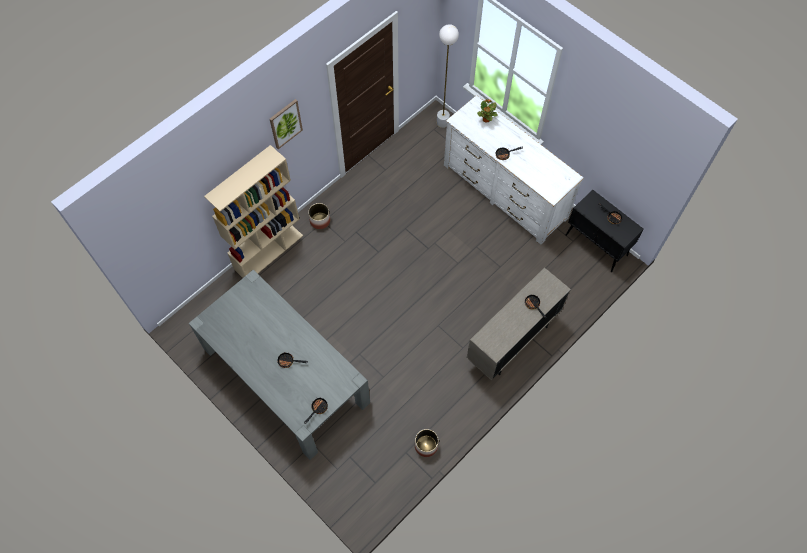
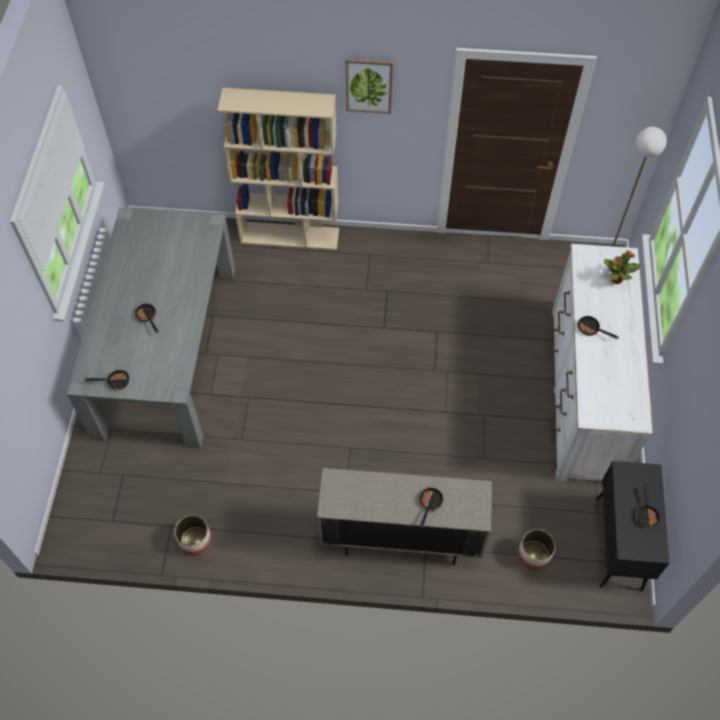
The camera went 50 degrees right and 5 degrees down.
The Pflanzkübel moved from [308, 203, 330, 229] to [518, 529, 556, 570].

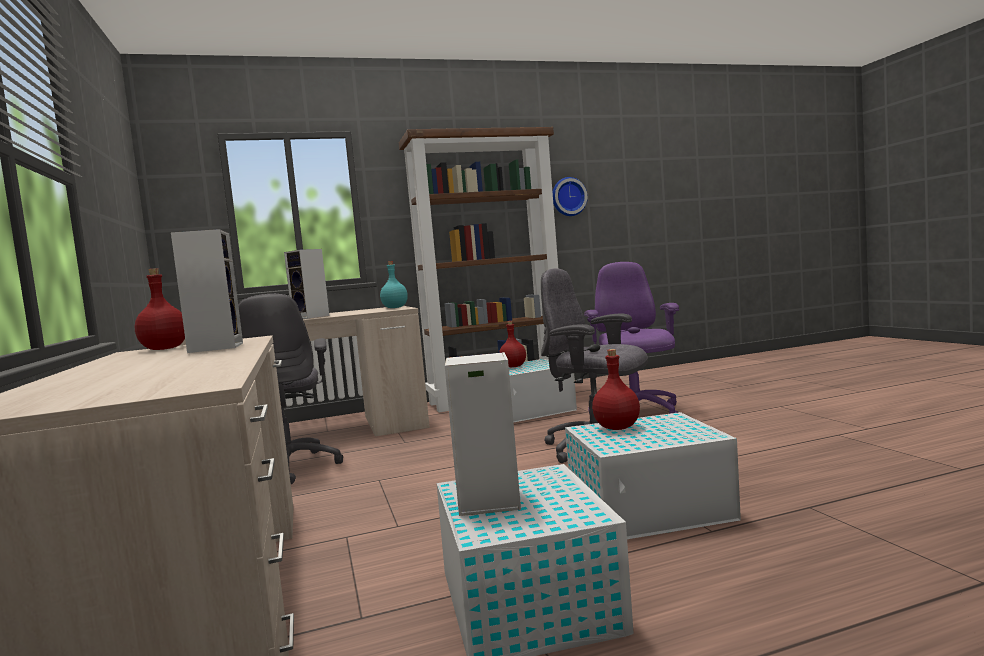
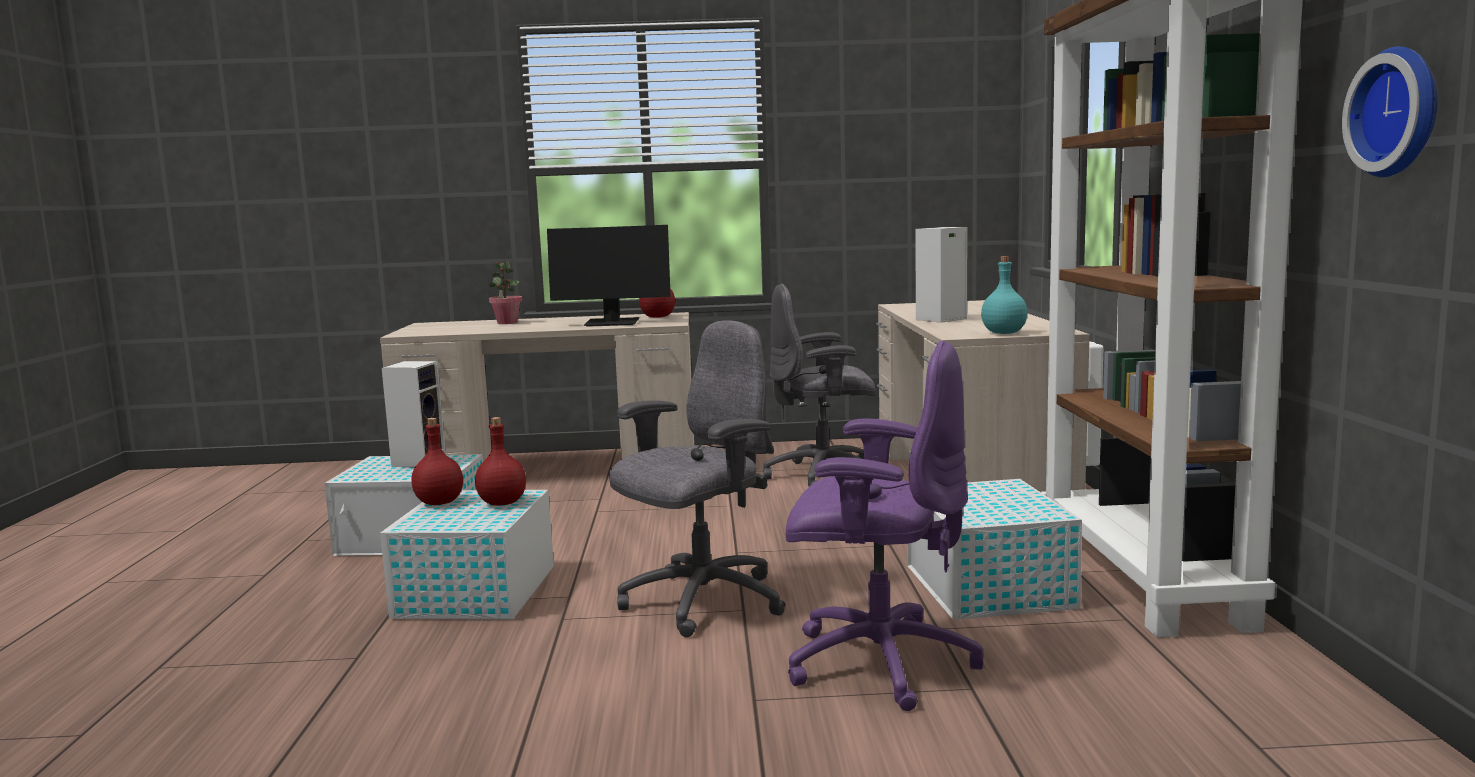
The camera went 105 degrees right and 5 degrees up.
The Topfpflanze at [488, 261, 522, 324] appeared.
The Flasche [rot] moved from [499, 321, 526, 367] to [411, 418, 463, 505].
The Lautsprecher at [171, 229, 243, 353] was replaced by the Monitor at [547, 225, 671, 327].

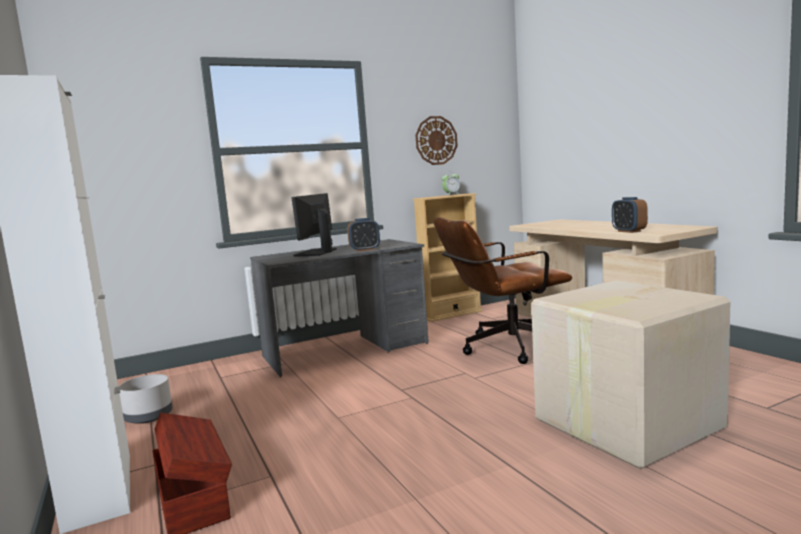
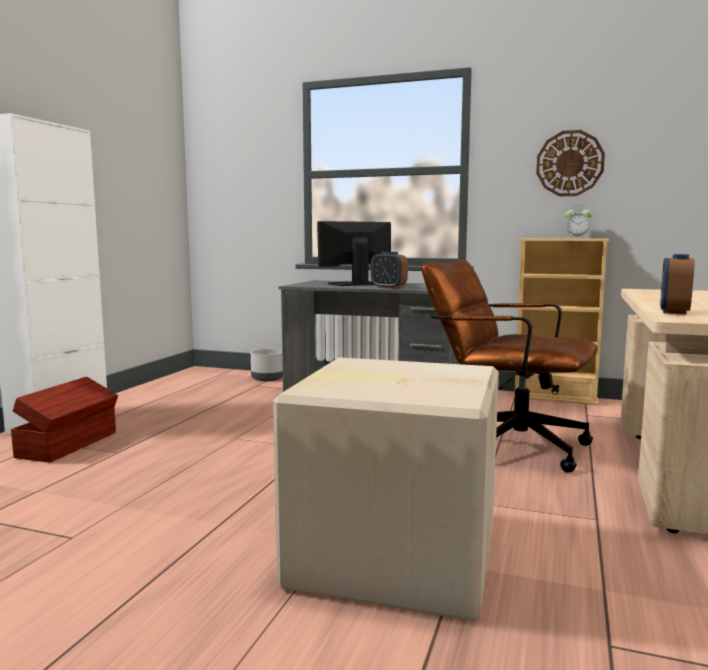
The camera went 45 degrees right and 0 degrees up.
The Pflanzkübel [grau] moved from [119, 374, 173, 424] to [251, 349, 283, 381].

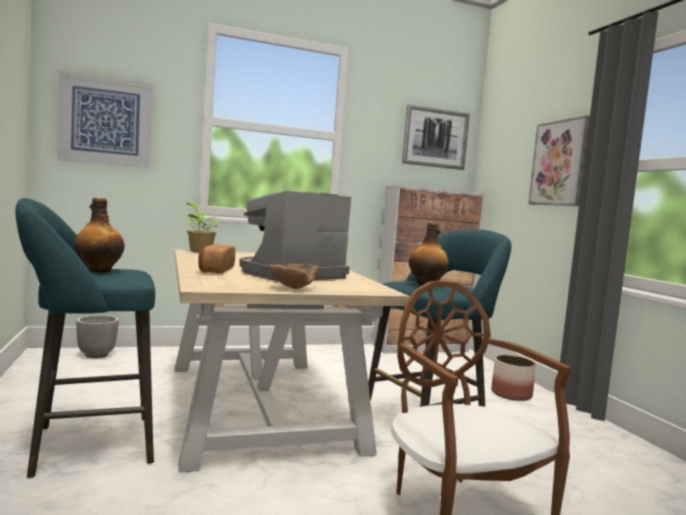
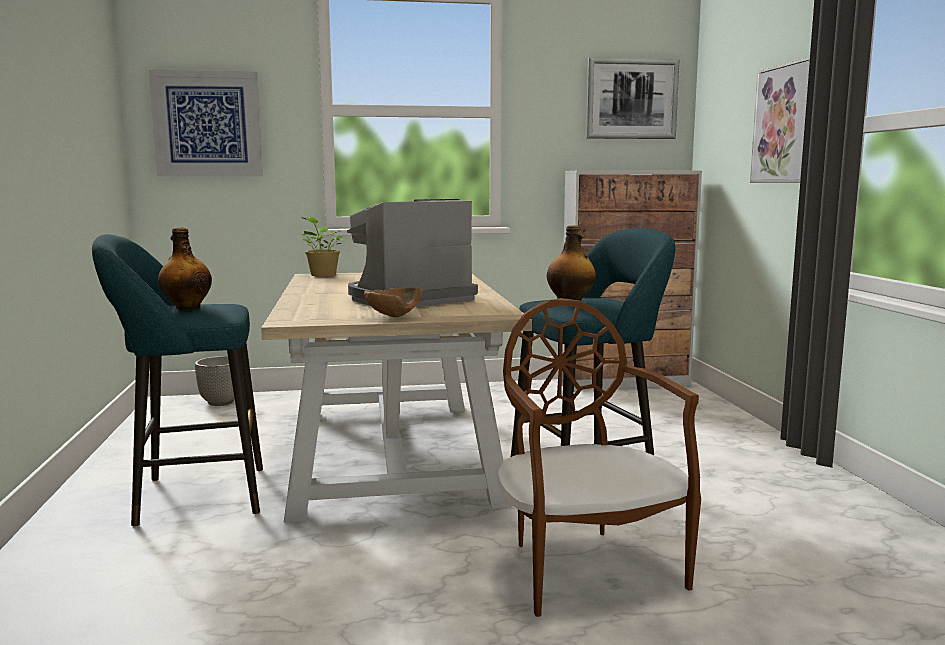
The camera went 10 degrees right and 5 degrees up.
The Brot at [198, 244, 235, 274] disappeared.
The Pflanzkübel at [491, 355, 536, 401] disappeared.

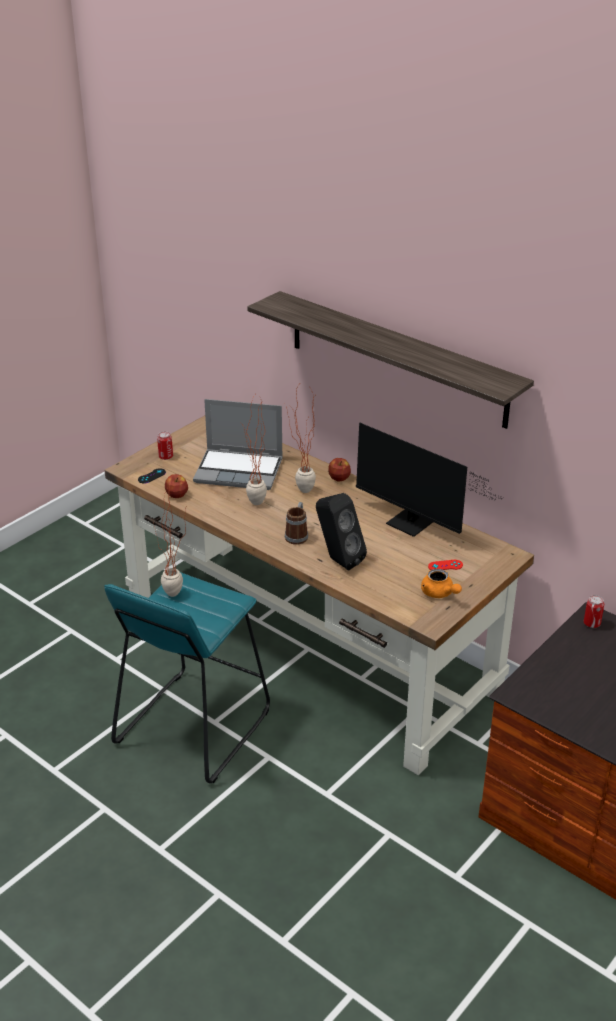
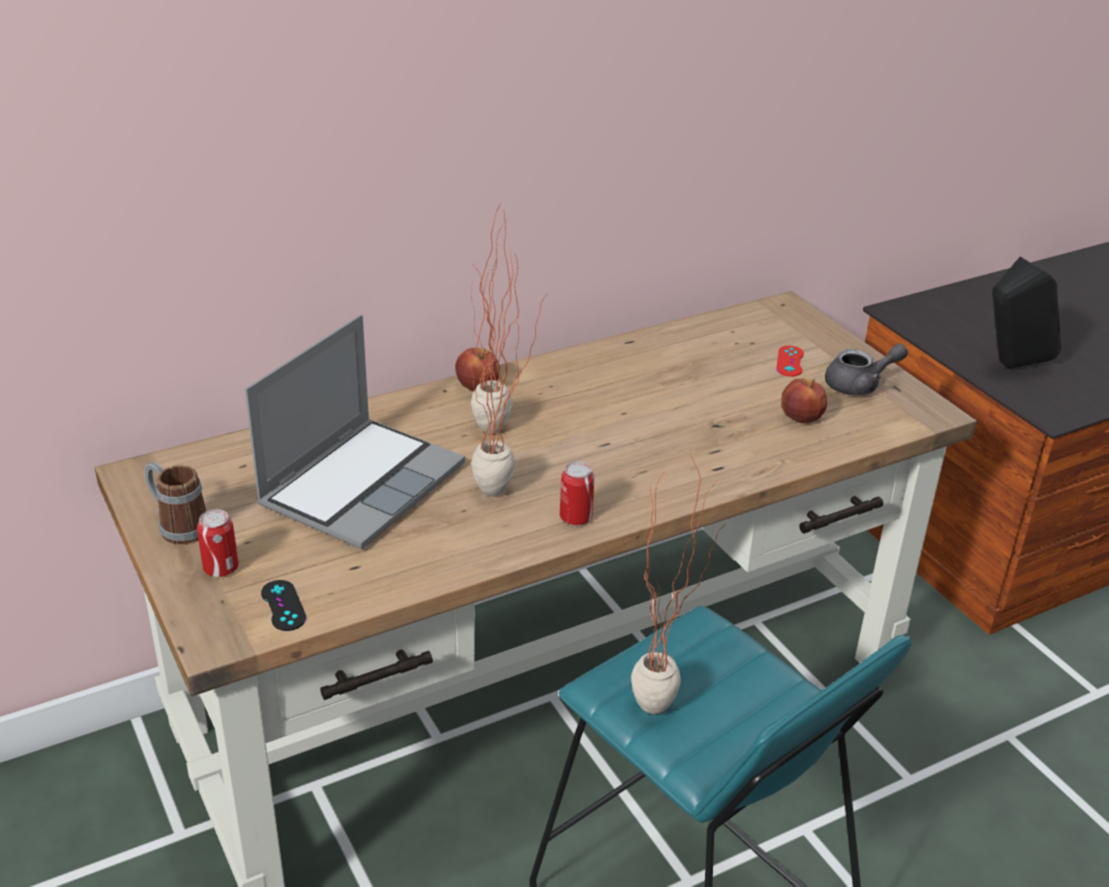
The camera went 70 degrees left and 0 degrees up.
The Wandregal at [247, 291, 534, 429] disappeared.
The Monitor at [356, 423, 503, 537] disappeared.
The Apfel moved from [165, 474, 188, 498] to [781, 379, 827, 423].
The Henkelbecher moved from [285, 502, 308, 545] to [144, 462, 206, 545].
The Lautsprecher [schwarz] moved from [316, 493, 367, 571] to [992, 257, 1061, 368].
The Dose moved from [584, 595, 604, 628] to [560, 461, 594, 525].
The Teekanne [orange] at [421, 569, 462, 598] became the Teekanne [grau] at [825, 343, 908, 395].

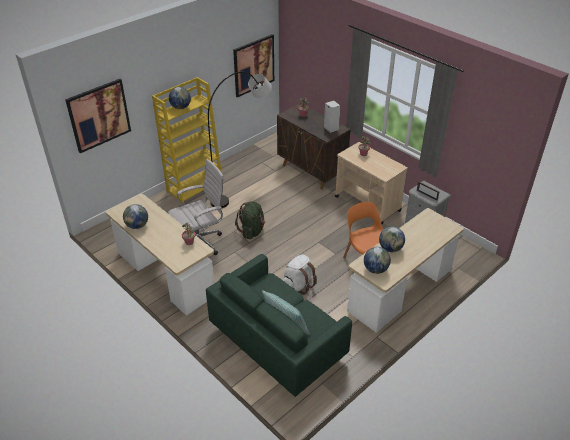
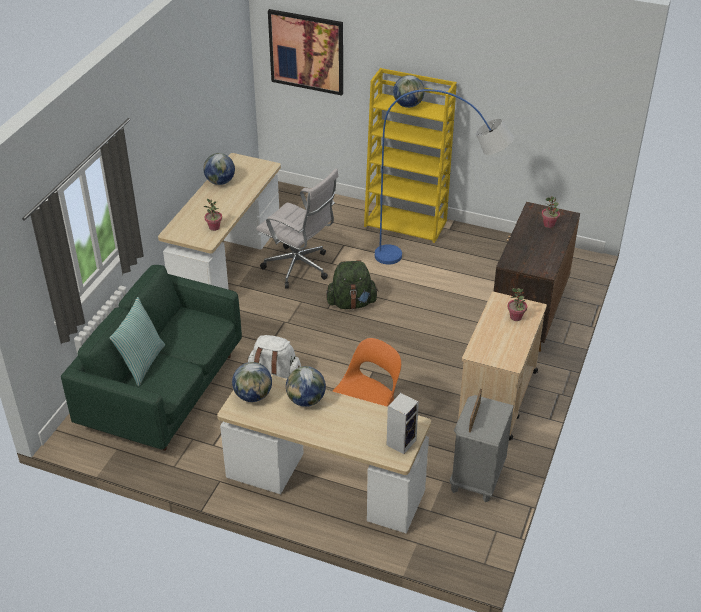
The camera went 65 degrees right and 0 degrees up.
The Bild at [233, 34, 274, 97] disappeared.
The Lautsprecher moved from [324, 101, 341, 133] to [387, 393, 419, 454].
The Stehlampe [grau] at [208, 72, 272, 208] became the Stehlampe [blau] at [375, 89, 514, 265].

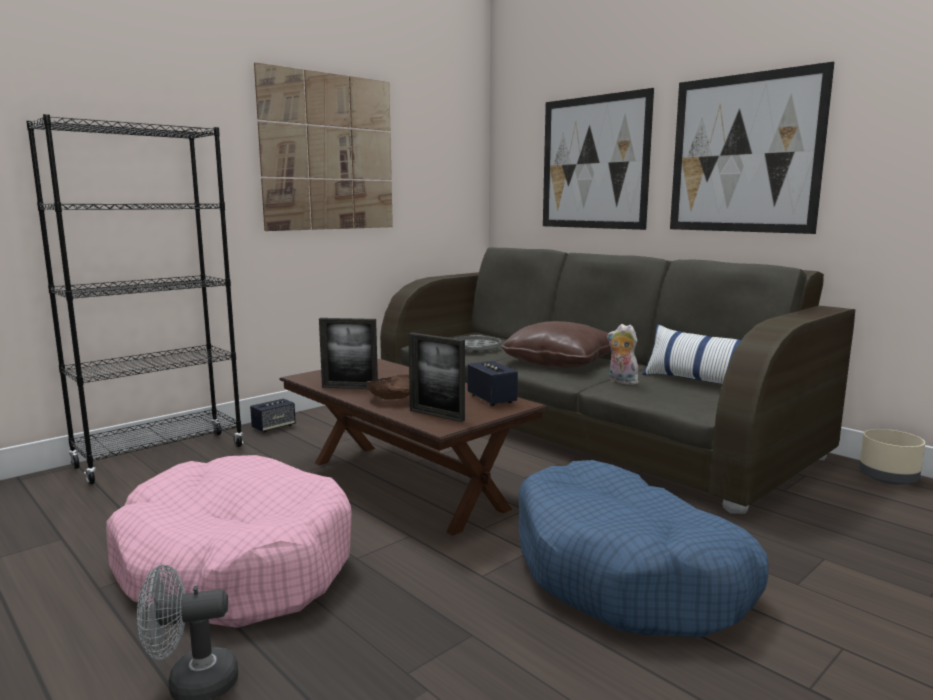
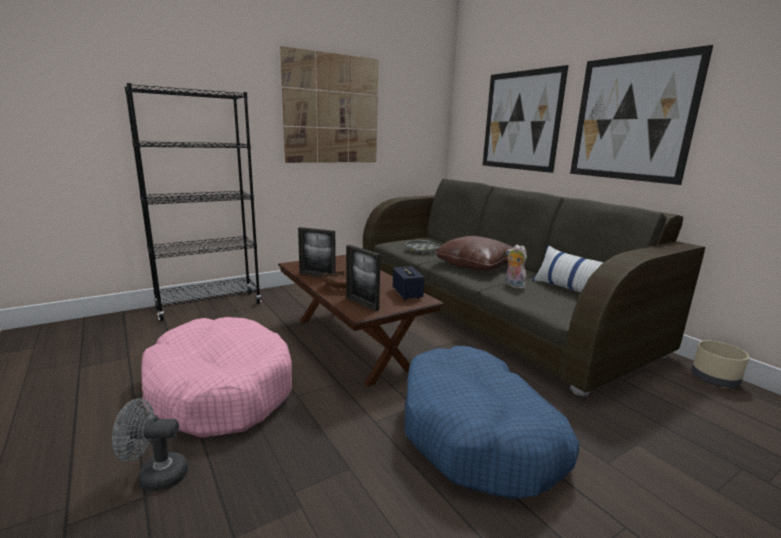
The camera went 10 degrees right and 5 degrees up.
The Lautsprecher at [250, 399, 296, 433] disappeared.

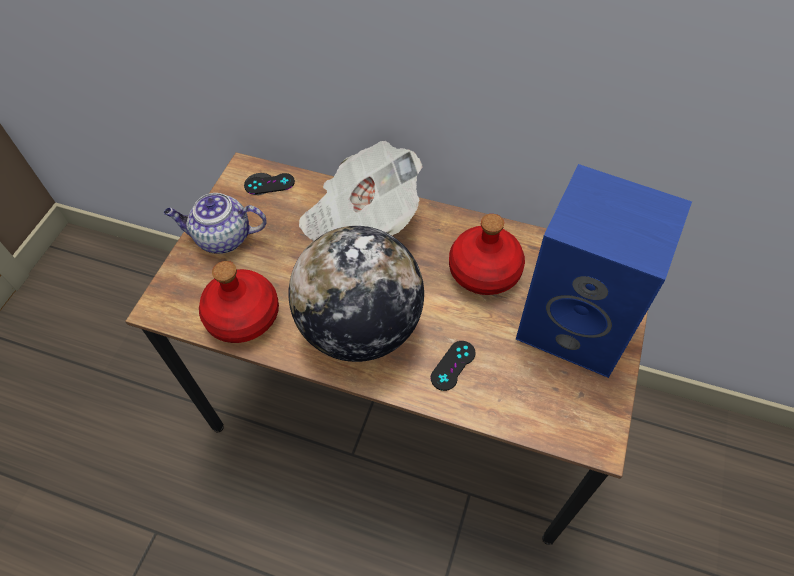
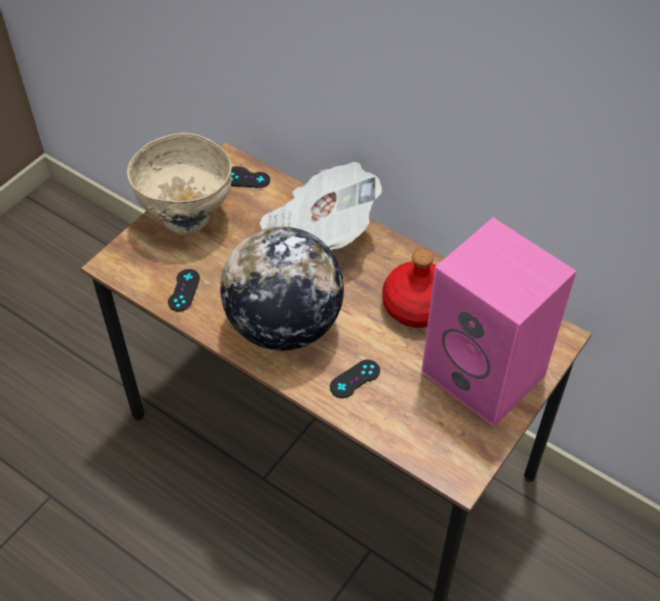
The camera went 15 degrees right and 5 degrees down.
The Teekanne at [164, 193, 267, 254] was replaced by the Schüssel [beige] at [127, 133, 232, 234].
The Flasche [rot] at [199, 261, 279, 343] was replaced by the Gamepad [schwarz] at [168, 269, 200, 312].
The Lautsprecher [blau] at [516, 164, 692, 378] became the Lautsprecher [rosa] at [422, 218, 576, 427].

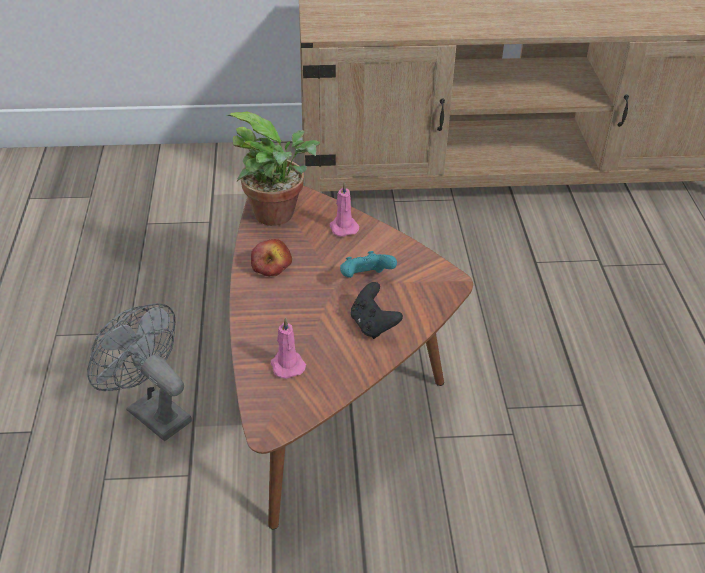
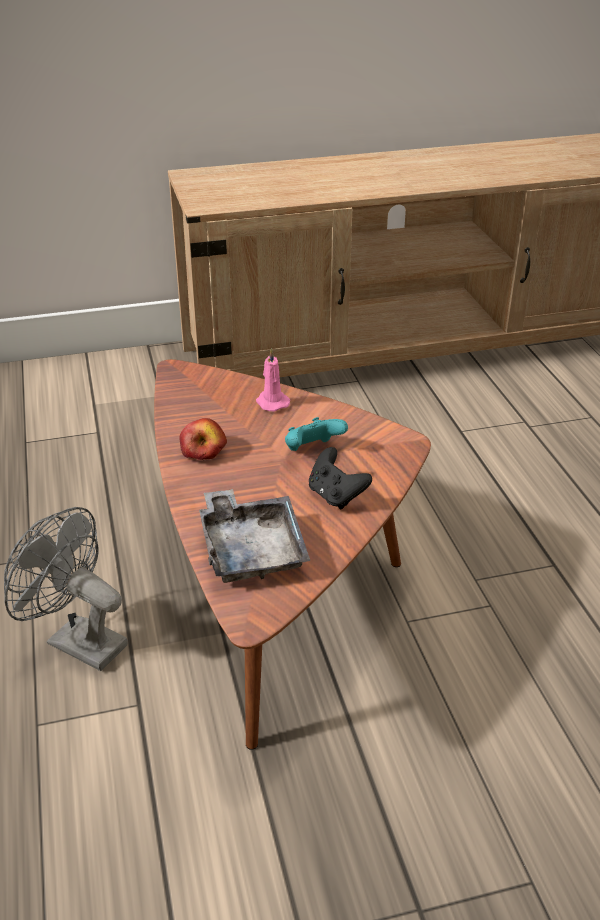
The camera went 10 degrees left and 5 degrees down.
The Topfpflanze at [226, 111, 320, 226] disappeared.
The Kerze [rosa] at [271, 317, 306, 379] was replaced by the Tablett [grau] at [199, 489, 311, 583].

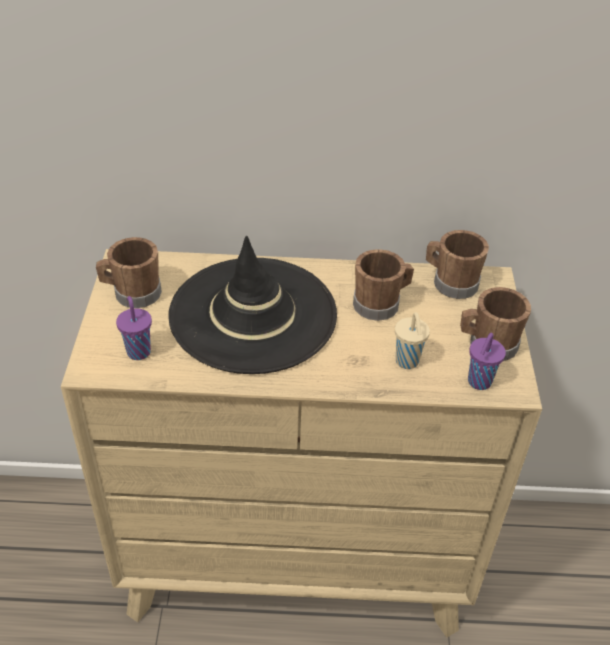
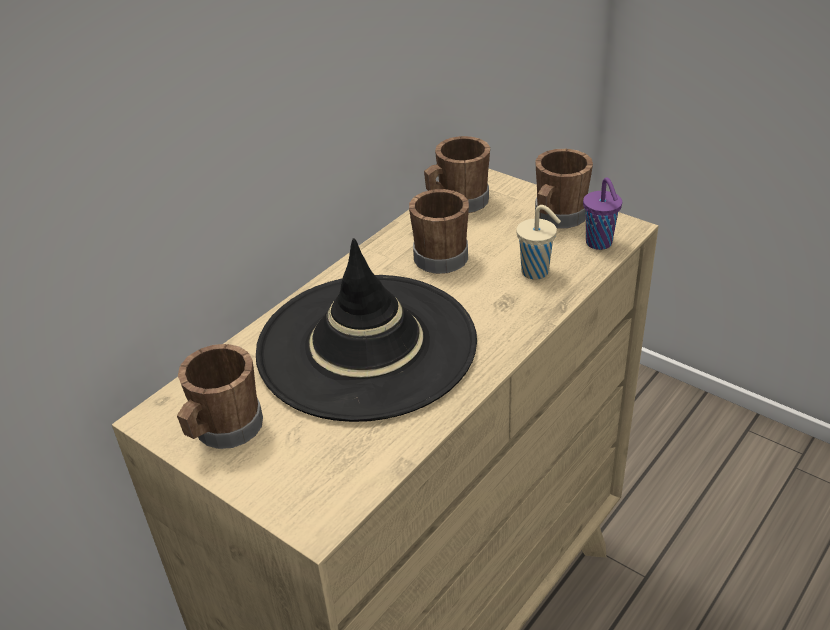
The camera went 50 degrees left and 5 degrees down.
The Tasse [lila] at [116, 296, 152, 360] disappeared.

